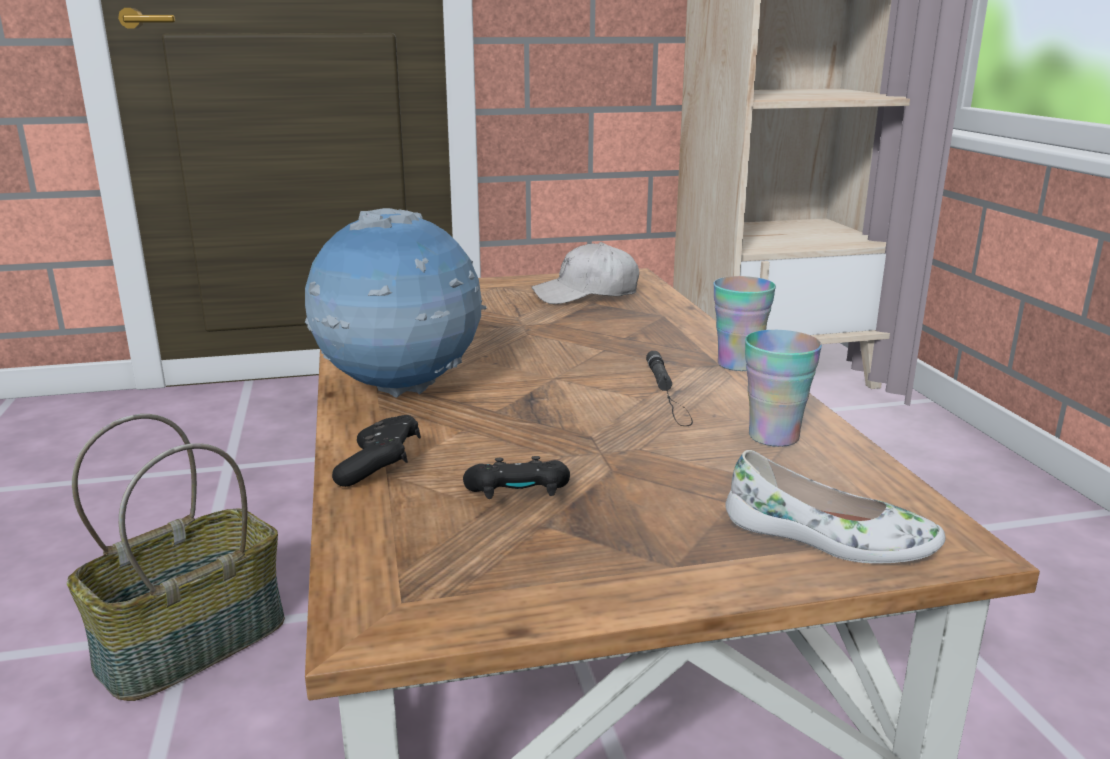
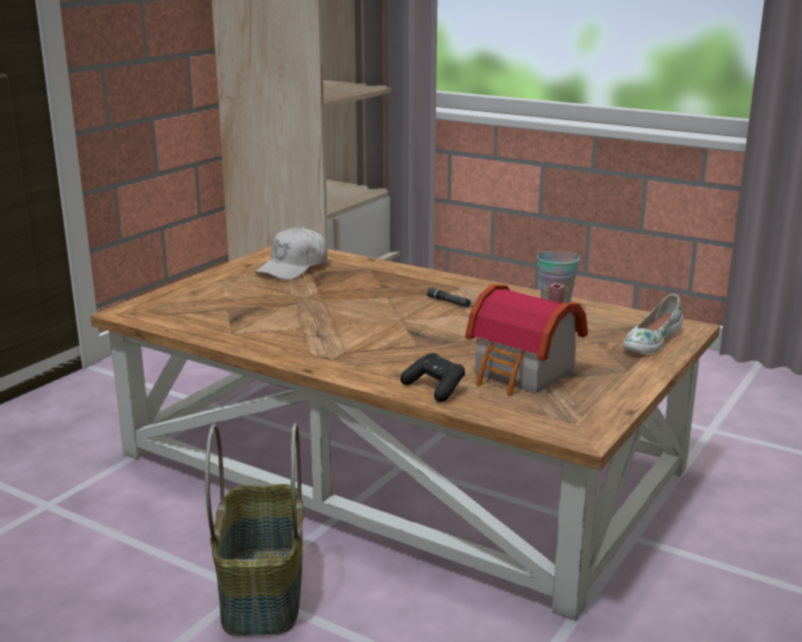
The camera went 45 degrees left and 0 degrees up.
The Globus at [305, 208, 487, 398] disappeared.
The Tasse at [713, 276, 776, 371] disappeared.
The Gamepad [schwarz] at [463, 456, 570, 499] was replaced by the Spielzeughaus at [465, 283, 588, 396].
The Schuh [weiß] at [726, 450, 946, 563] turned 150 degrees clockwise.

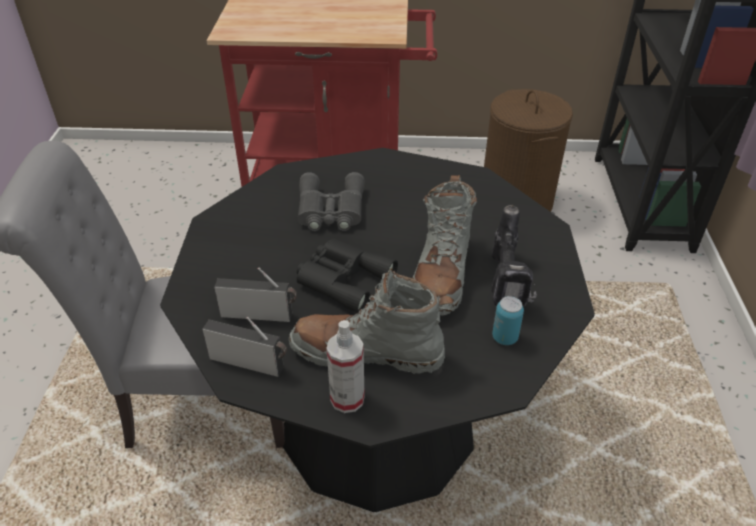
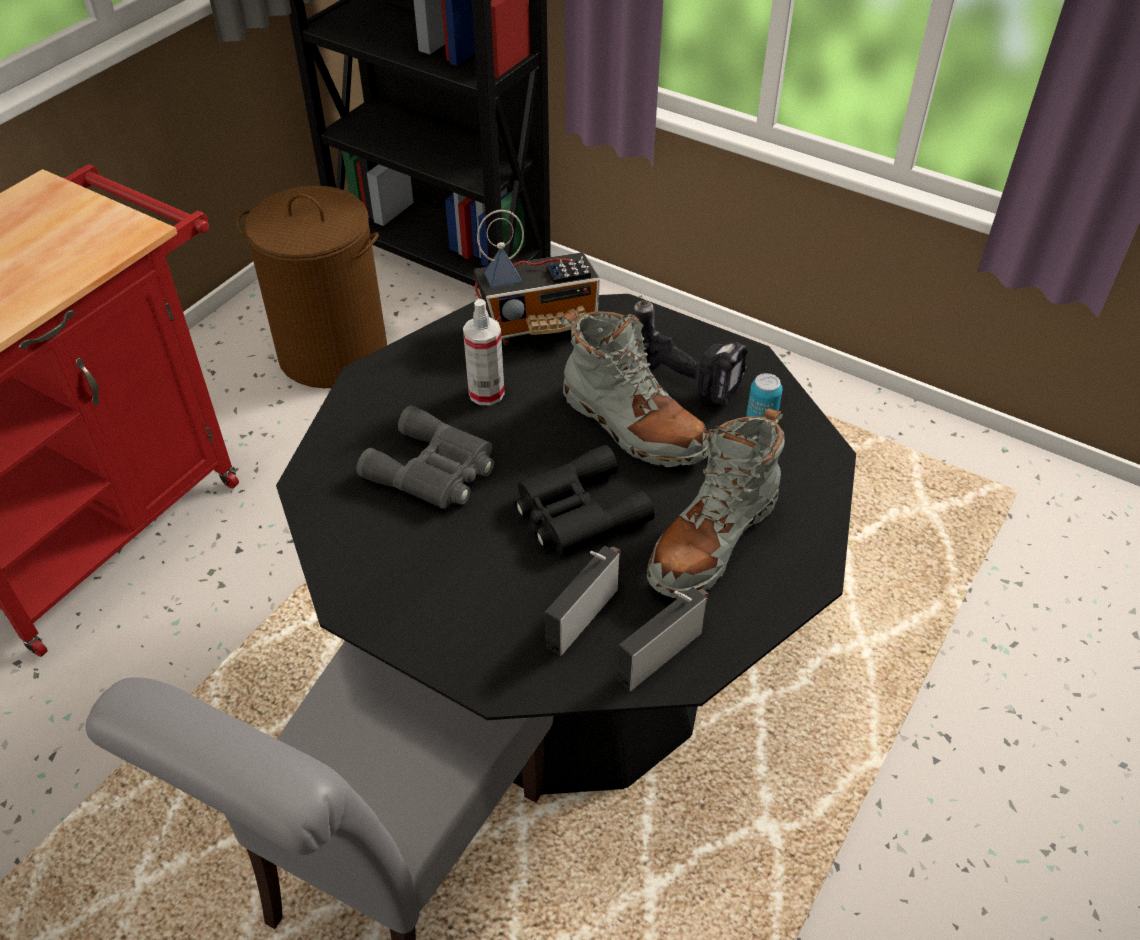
The camera went 60 degrees left and 5 degrees up.
The Radio at [474, 210, 600, 346] appeared.
The Sprühflasche moved from [326, 320, 365, 413] to [463, 299, 505, 405].

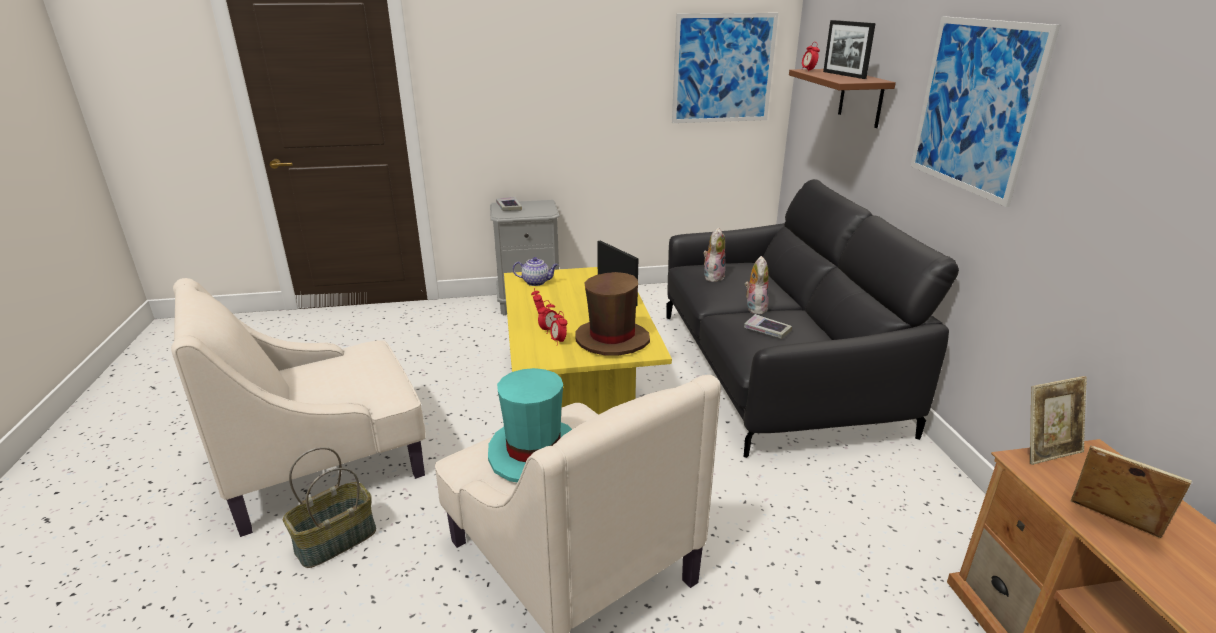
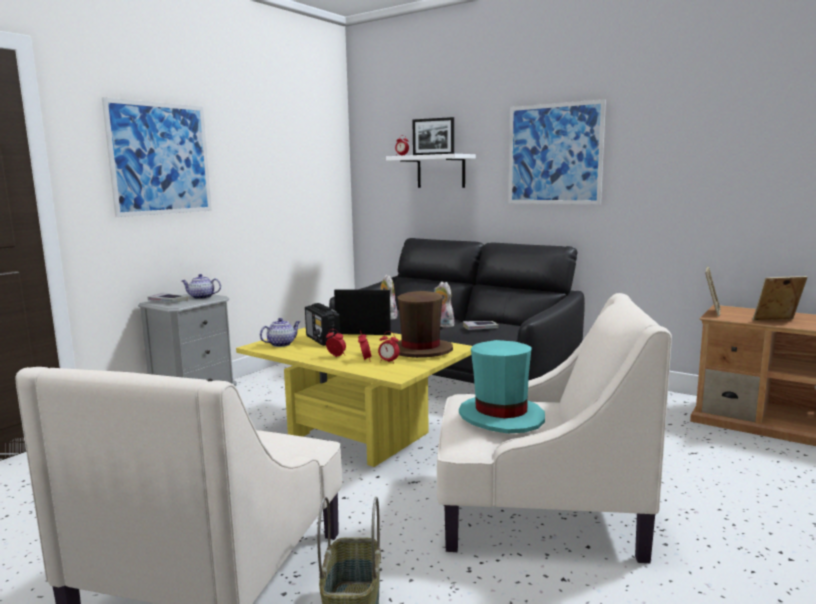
The camera went 45 degrees left and 15 degrees down.
The Teekanne at [182, 274, 221, 299] appeared.
The Radio at [305, 303, 340, 346] appeared.
The Bild moved from [672, 13, 778, 123] to [102, 97, 212, 217].
The Wandregal [braun] at [789, 69, 896, 128] became the Wandregal [weiß] at [386, 154, 476, 188].

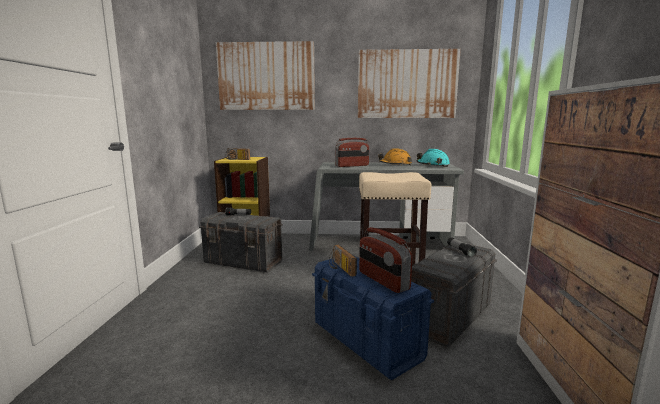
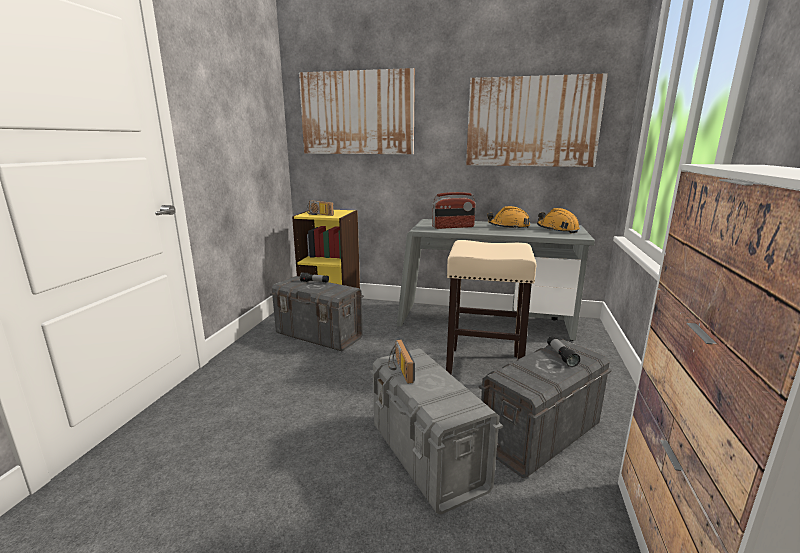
The camera went 10 degrees right and 5 degrees up.
The Radio at [359, 227, 413, 293] disappeared.
The Aufbewahrungsbox [blau] at [312, 257, 434, 380] became the Aufbewahrungsbox [grau] at [370, 348, 503, 515].
The Schutzhelm [türkis] at [417, 149, 450, 167] became the Schutzhelm [orange] at [537, 208, 580, 233].

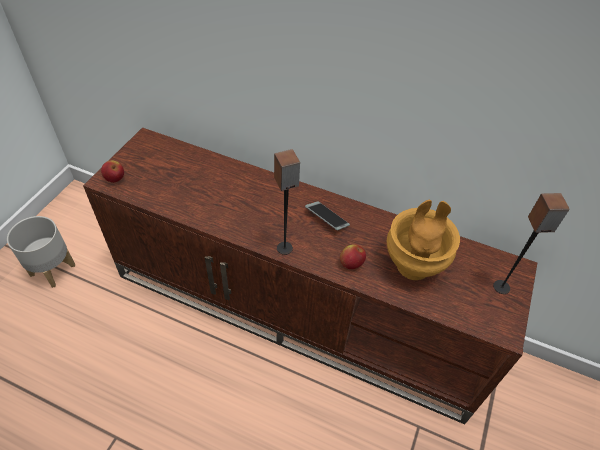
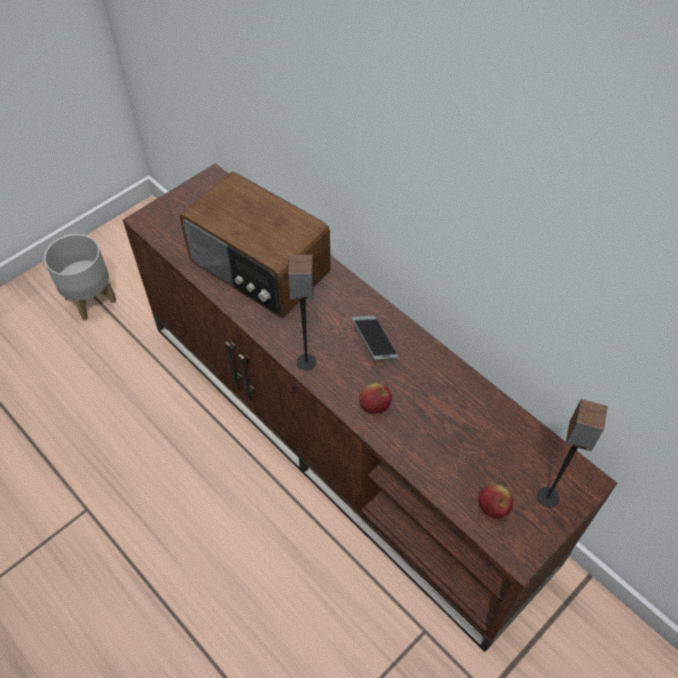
The camera went 25 degrees right and 5 degrees up.
The Vase [braun] at [387, 200, 460, 280] disappeared.
The Radio at [179, 171, 330, 318] appeared.
The Apfel moved from [101, 160, 124, 183] to [478, 484, 513, 518].

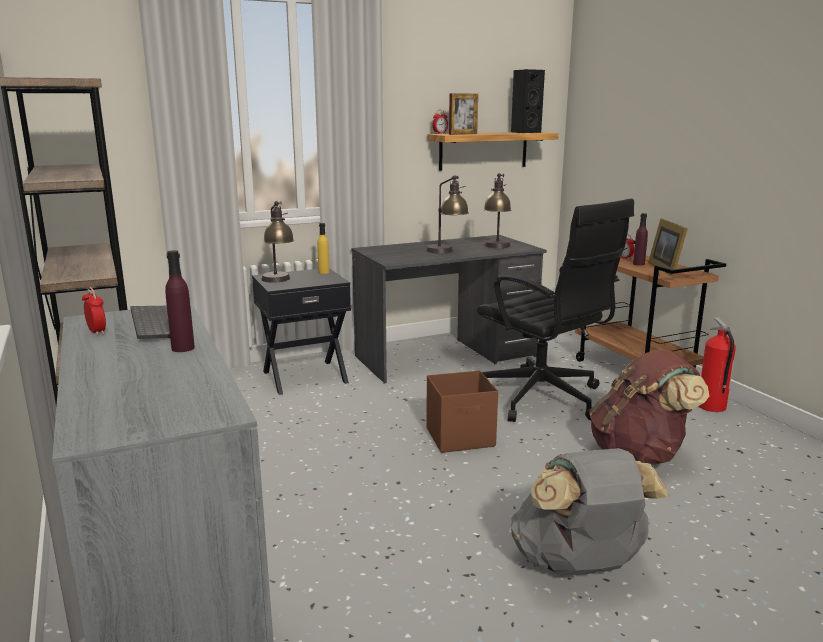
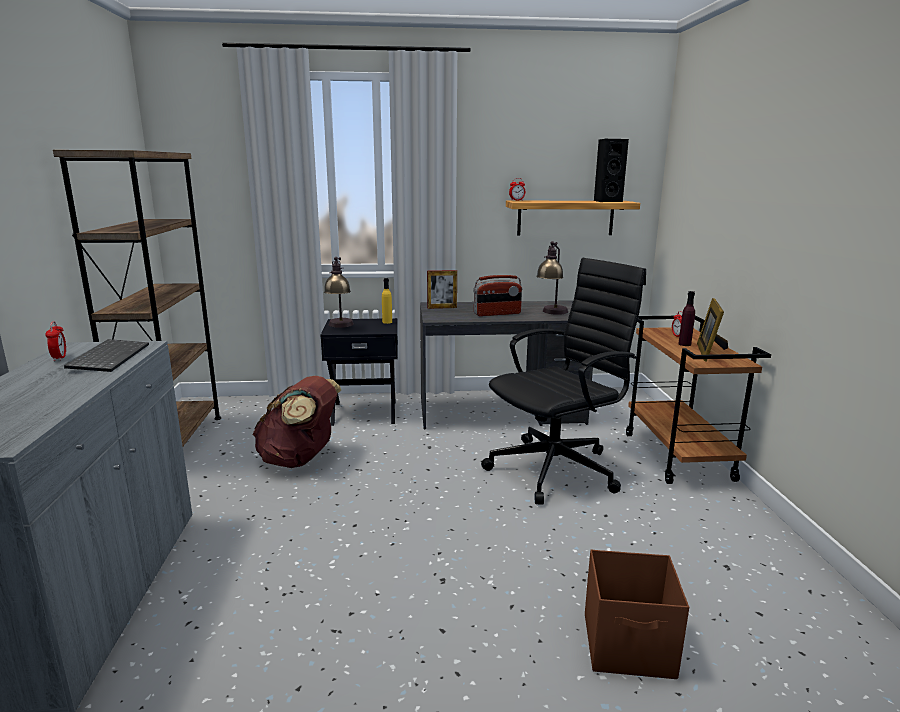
The camera went 20 degrees right and 0 degrees up.
The Flasche [lila] at [165, 250, 195, 352] disappeared.
The Rucksack [grau] at [511, 448, 670, 576] disappeared.
The Feuerlöscher at [699, 317, 736, 412] disappeared.
The Aufbewahrungsbox [braun] moved from [427, 370, 498, 453] to [585, 550, 689, 679].
The Bilderrahmen moved from [449, 93, 478, 135] to [427, 270, 457, 309].
The Rucksack [braun] moved from [589, 350, 709, 464] to [252, 376, 342, 468].
The Tischlampe at [426, 175, 469, 254] was replaced by the Radio at [473, 275, 523, 316].
The Bürostuhl [schwarz] at [477, 199, 634, 422] turned 105 degrees counterclockwise.

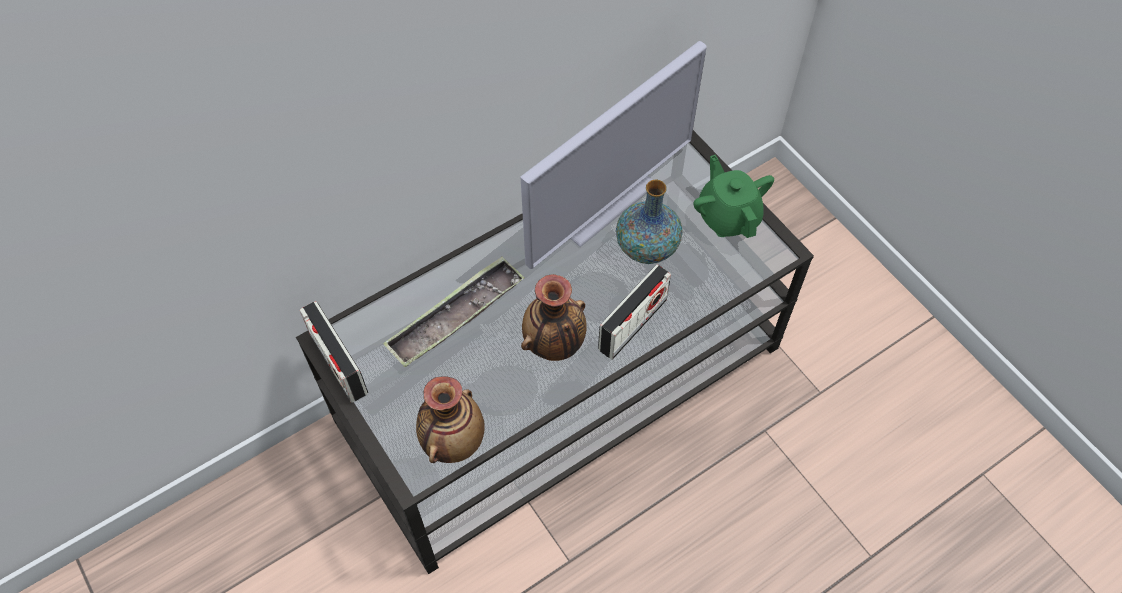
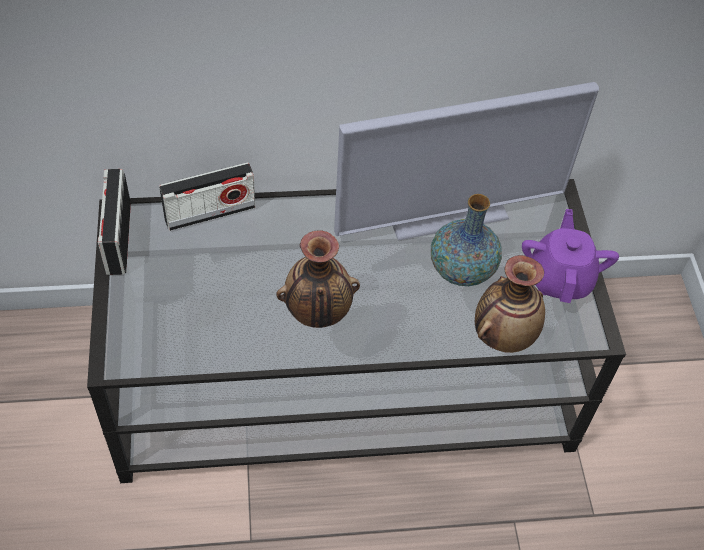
The camera went 25 degrees right and 5 degrees down.
The Tablett at [383, 256, 525, 367] disappeared.
The Vase moved from [416, 376, 485, 463] to [475, 255, 545, 353].
The Radio moved from [598, 265, 671, 360] to [159, 162, 255, 231].
The Teekanne [grün] at [693, 155, 774, 238] became the Teekanne [lila] at [522, 209, 619, 303].

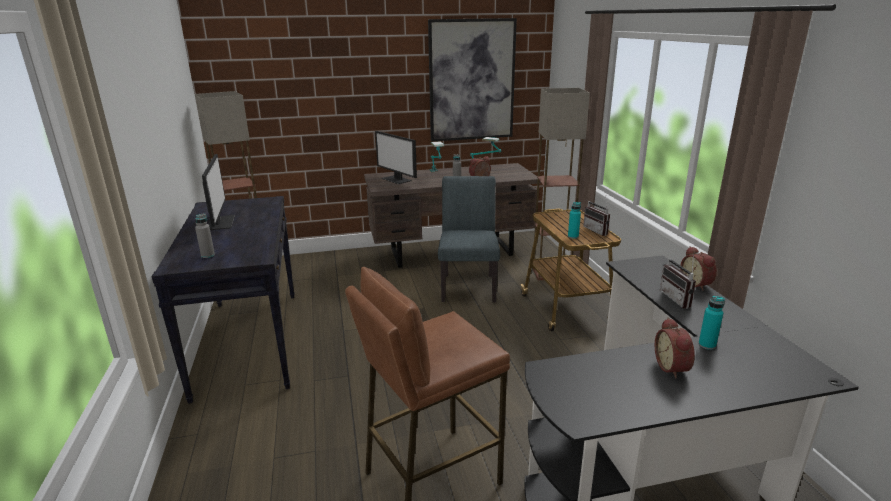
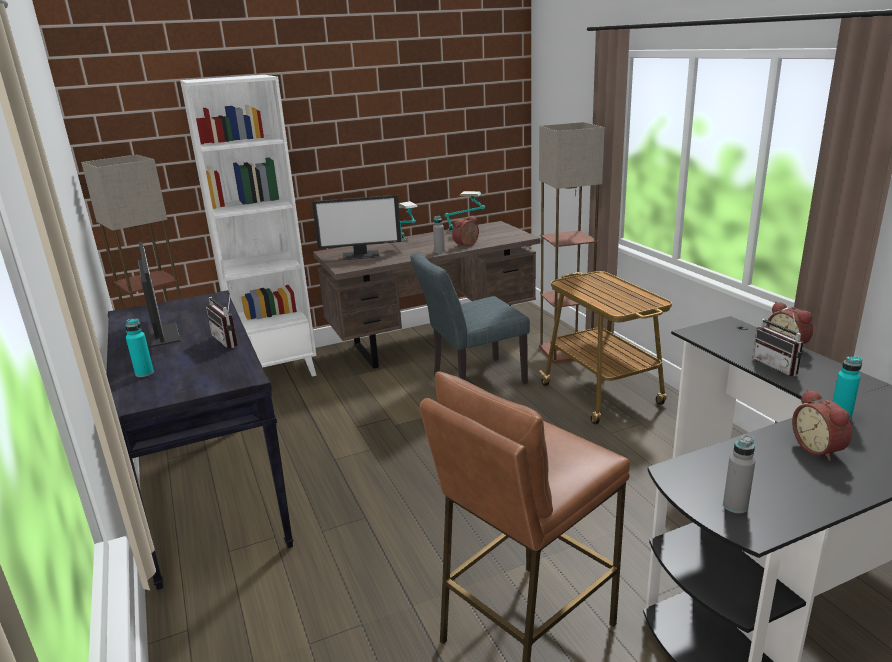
The camera went 10 degrees left and 0 degrees up.
The Bild at [428, 18, 517, 141] disappeared.
The Bücherregal [weiß] at [180, 75, 317, 376] appeared.
The Flasche [grau] moved from [195, 213, 215, 258] to [723, 435, 755, 514].
The Flasche [türkis] moved from [568, 202, 581, 239] to [125, 319, 154, 377].
The Radio moved from [583, 200, 610, 236] to [206, 286, 238, 348].
The Monitor at [375, 131, 417, 184] turned 45 degrees counterclockwise.
The Stuhl [grau] at [438, 176, 500, 302] turned 105 degrees counterclockwise.

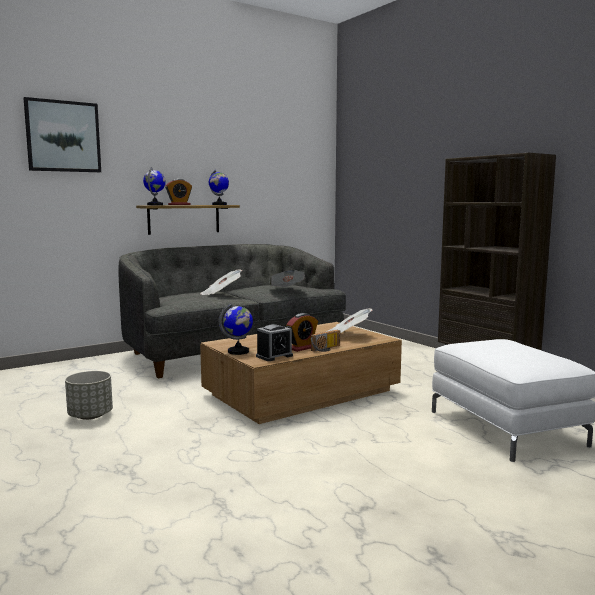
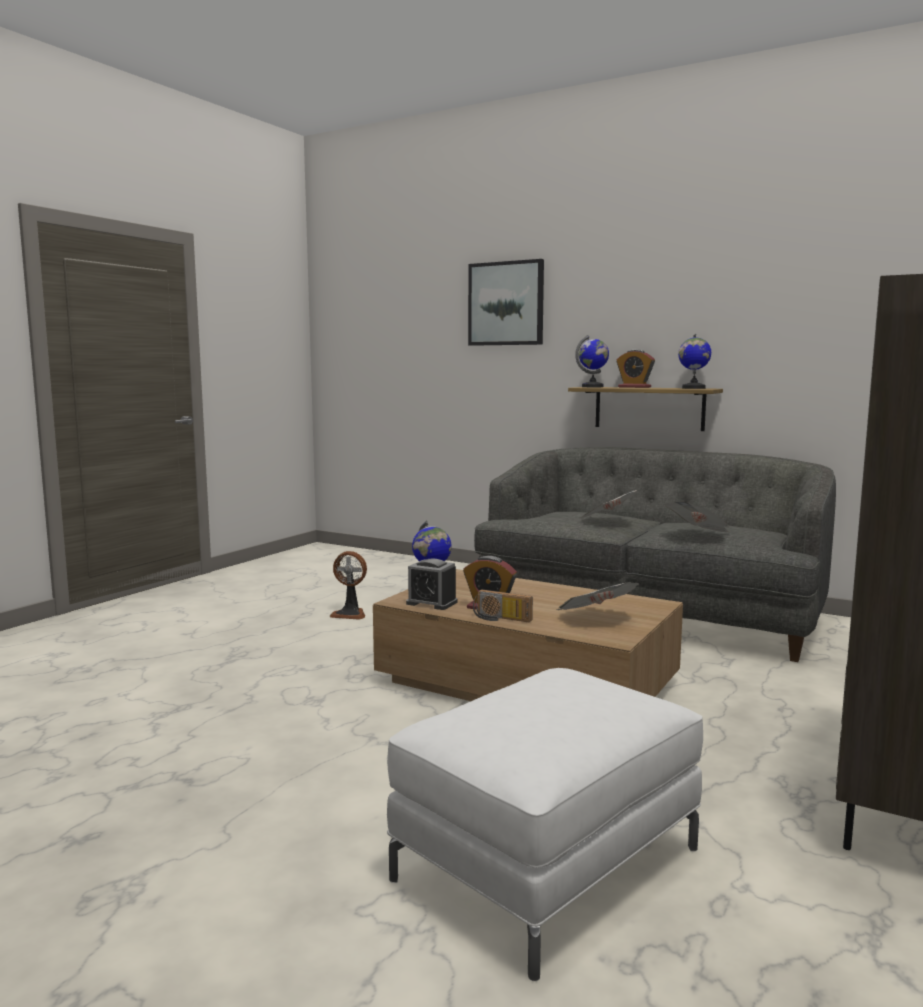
The camera went 65 degrees right and 0 degrees up.
The Pflanzkübel [grau] at [65, 371, 113, 420] was replaced by the Ventilator at [330, 551, 367, 620].

